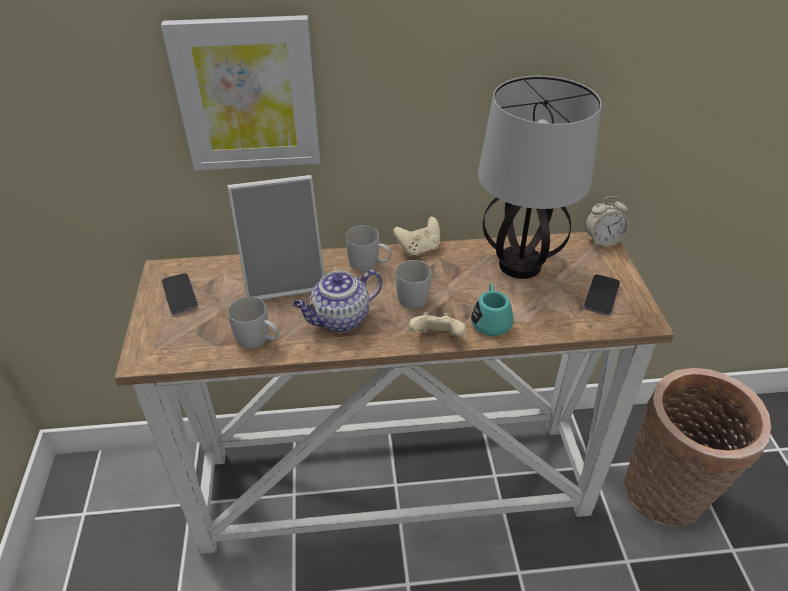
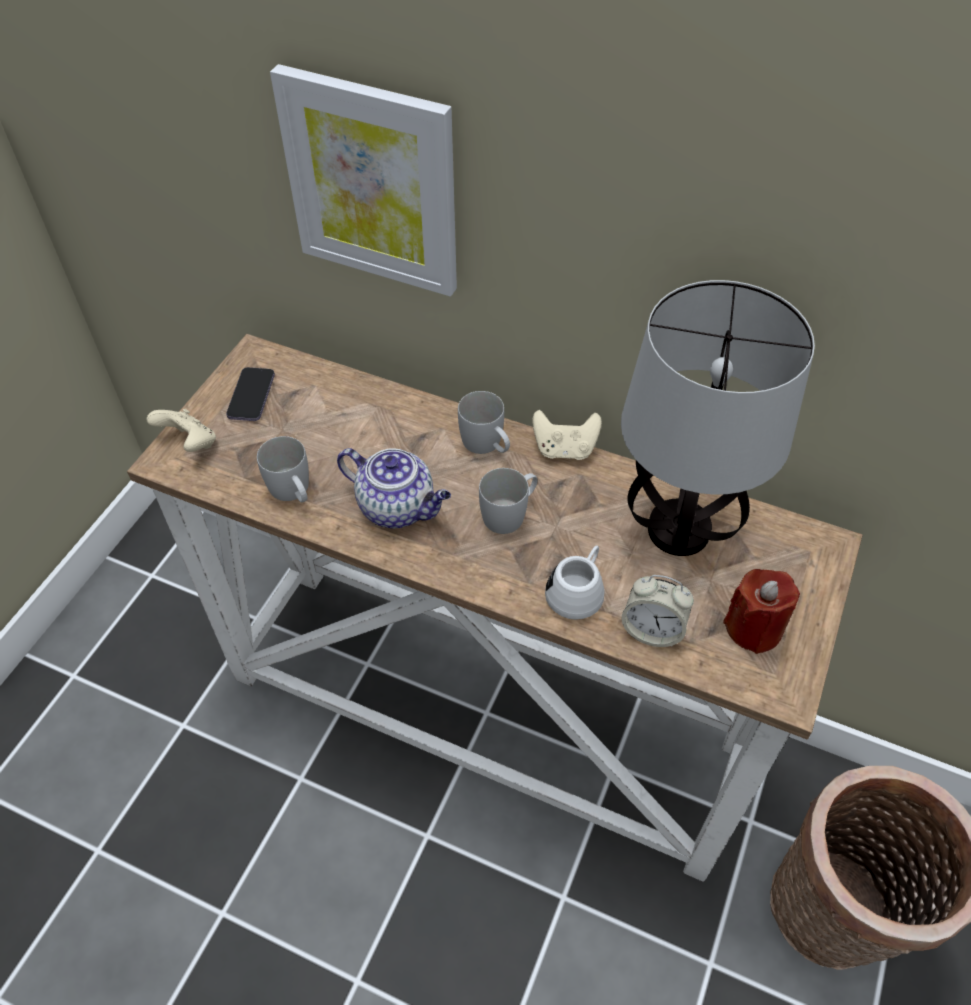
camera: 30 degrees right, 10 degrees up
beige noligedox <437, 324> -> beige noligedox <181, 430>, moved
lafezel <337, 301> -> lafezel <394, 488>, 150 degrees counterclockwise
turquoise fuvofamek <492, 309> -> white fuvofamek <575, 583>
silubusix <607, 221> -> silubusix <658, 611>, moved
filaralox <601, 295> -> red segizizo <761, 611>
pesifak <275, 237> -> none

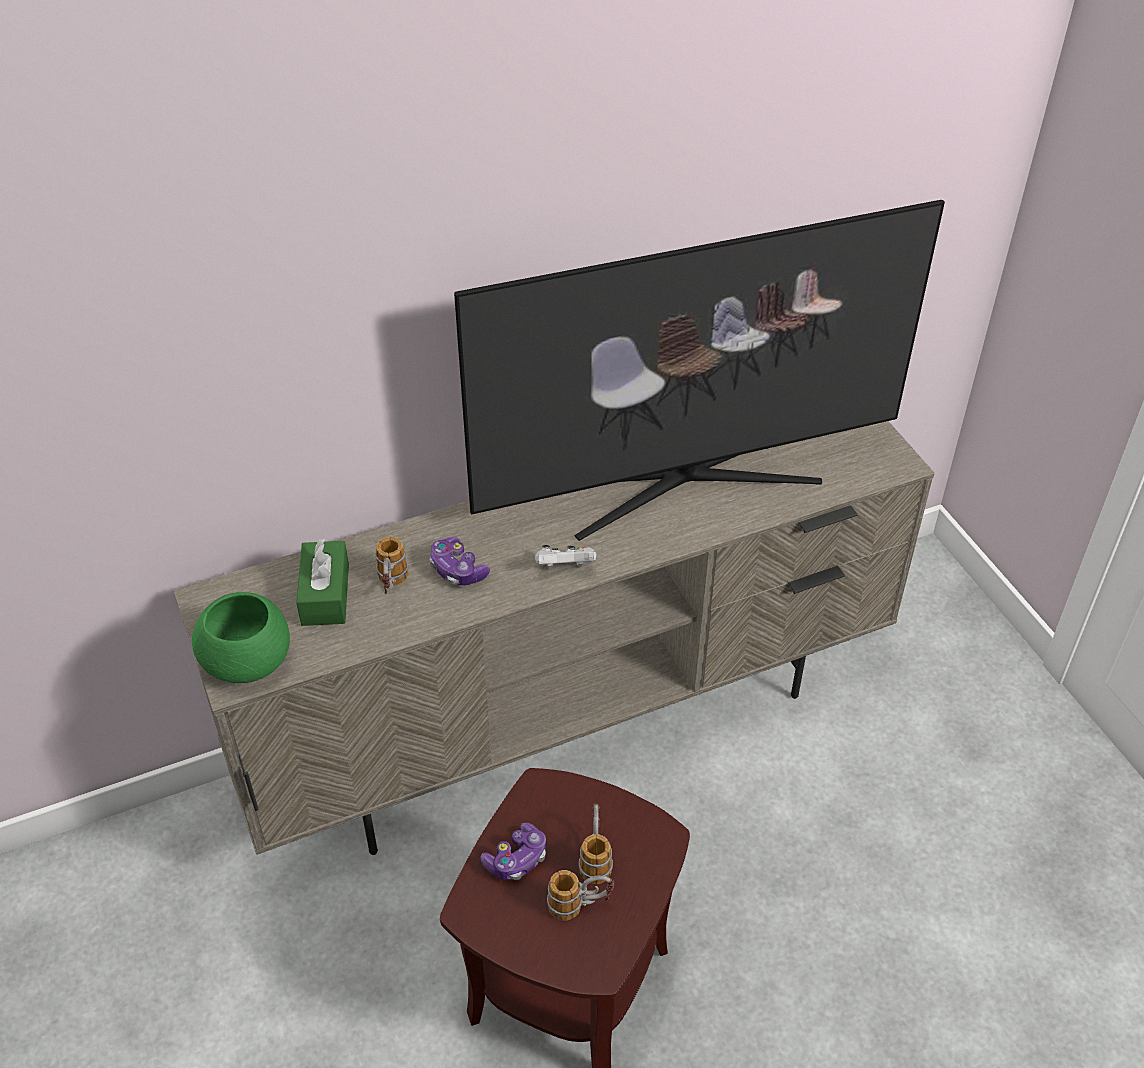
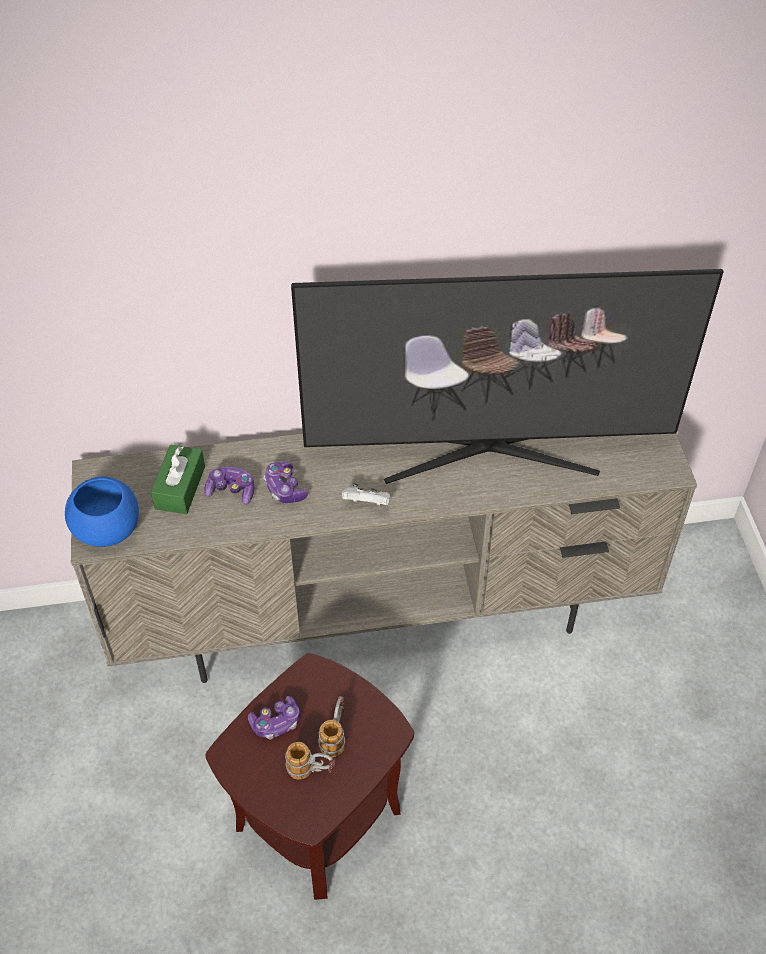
camera: 15 degrees right, 5 degrees up
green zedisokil <241, 637> -> blue zedisokil <102, 512>
fuvofamek <391, 565> -> noligedox <229, 486>

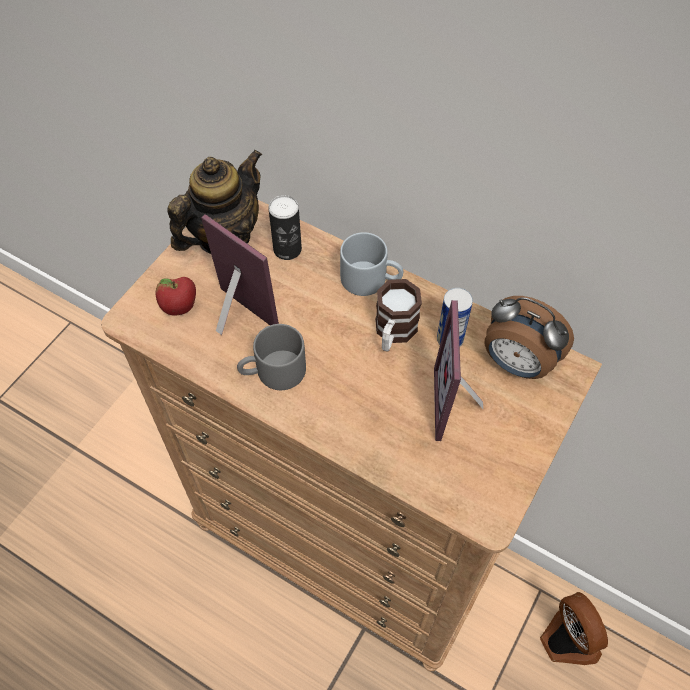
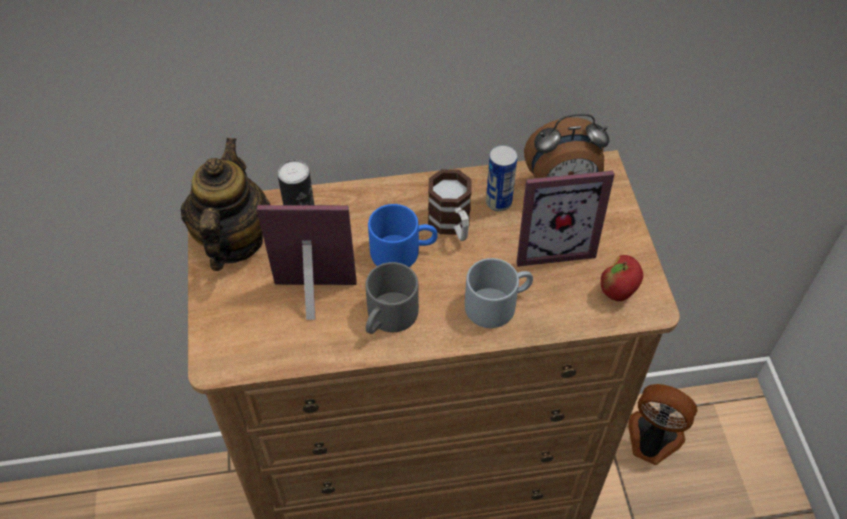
camera: 40 degrees left, 5 degrees down
none -> blue fuvofamek <403, 235>
grey fuvofamek <371, 264> -> grey fuvofamek <499, 293>, moved
pesifak <458, 370> -> pesifak <565, 219>, 60 degrees counterclockwise
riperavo <176, 296> -> riperavo <622, 278>, moved

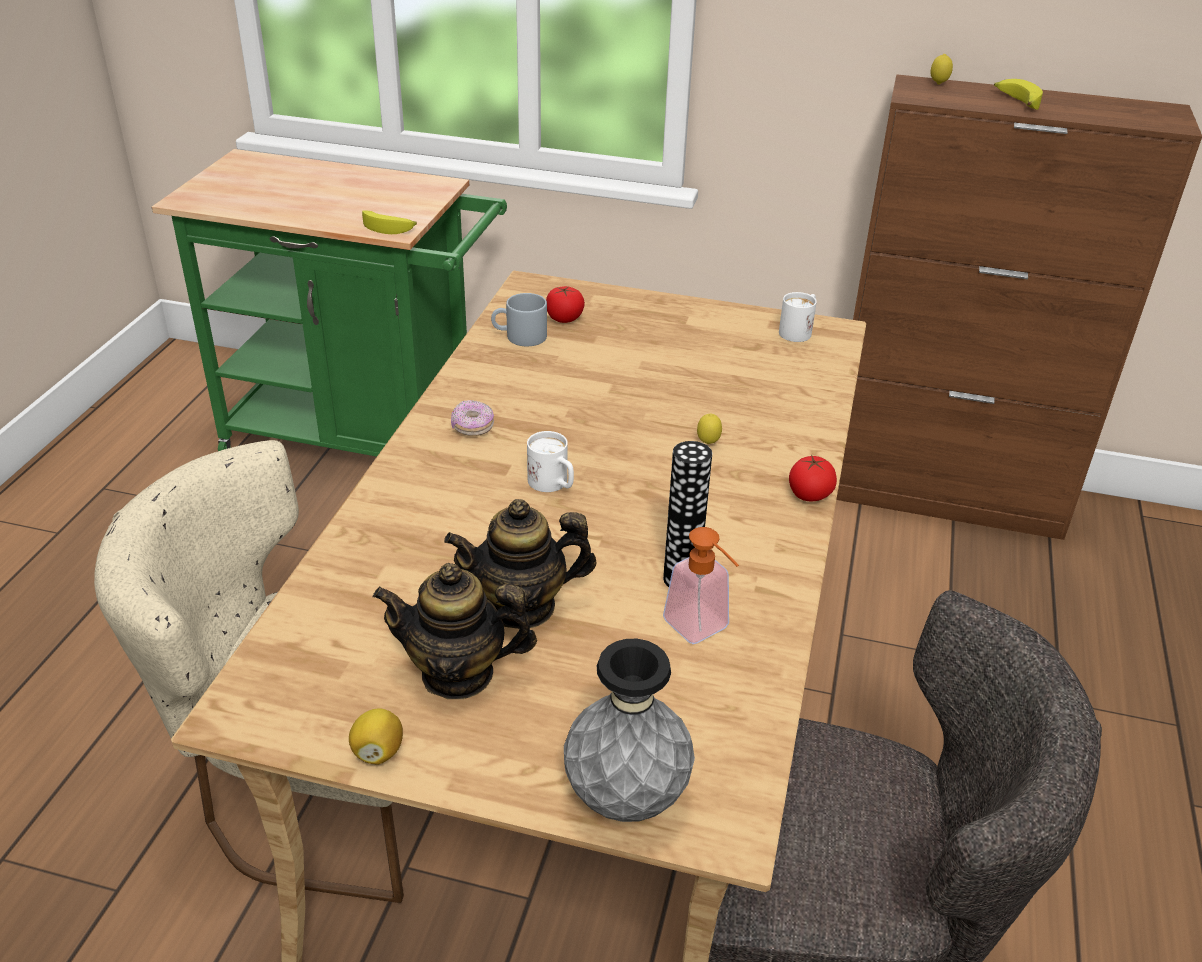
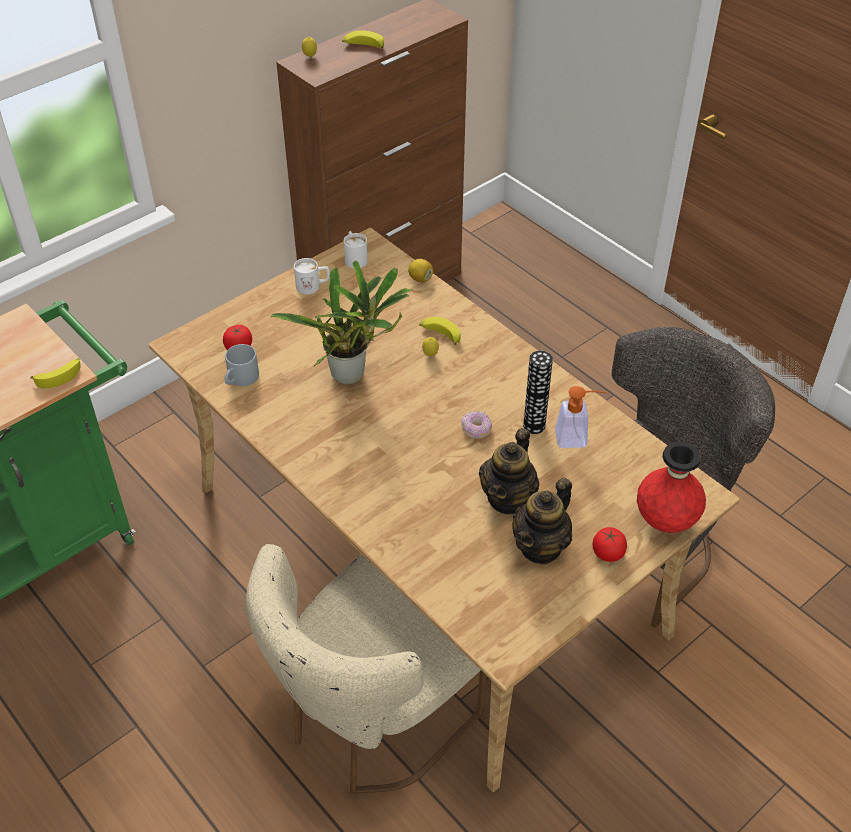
camera: 55 degrees left, 10 degrees up
none -> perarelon <342, 323>
white fuvofamek <550, 461> -> white fuvofamek <312, 276>, moved
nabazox <376, 736> -> nabazox <420, 270>, moved
none -> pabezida <440, 331>
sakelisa <472, 418> -> sakelisa <476, 425>, moved
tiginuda <813, 478> -> tiginuda <609, 544>, moved
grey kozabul <629, 730> -> red kozabul <671, 487>

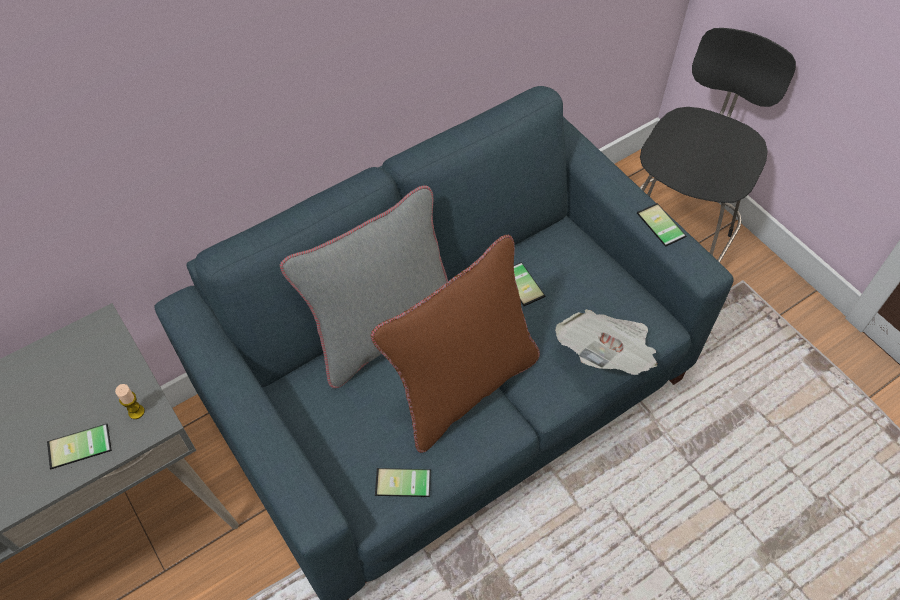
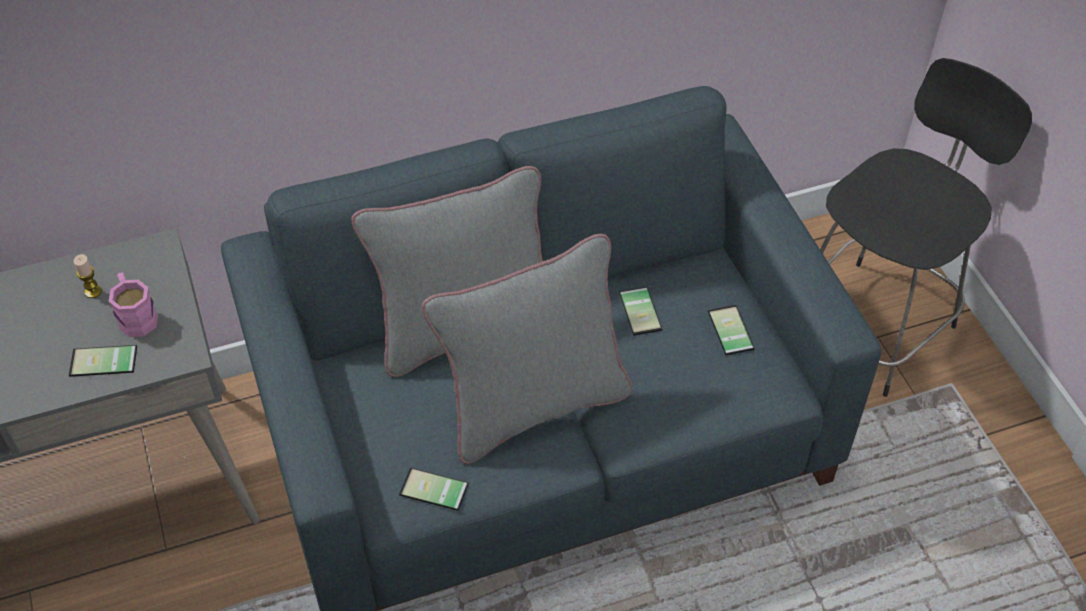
camera: 15 degrees right, 5 degrees down
segizizo <130, 401> -> segizizo <87, 276>, moved
none -> pink fuvofamek <133, 304>
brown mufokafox <455, 344> -> grey mufokafox <526, 349>
filaralox <661, 225> -> filaralox <731, 330>, moved
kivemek <606, 342> -> none

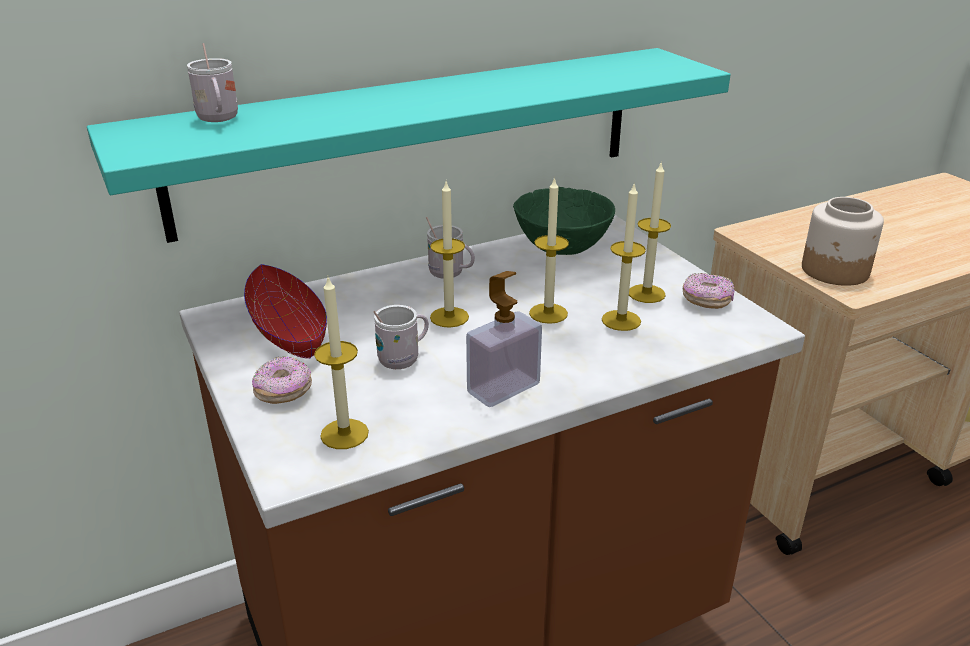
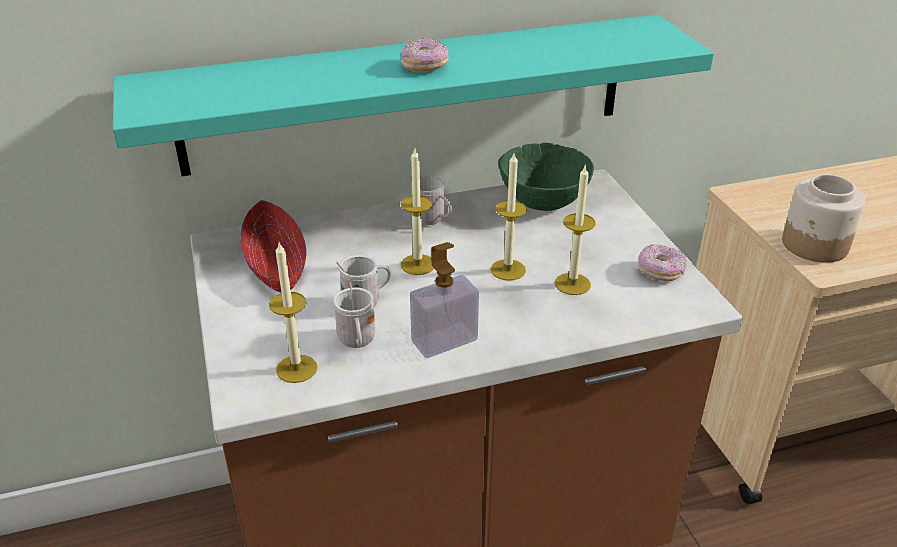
camera: 10 degrees right, 5 degrees up
white fuvofamek <212, 82> -> white fuvofamek <354, 311>, moved
sakelisa <282, 380> -> sakelisa <425, 54>, moved
segizizo <650, 233> -> none

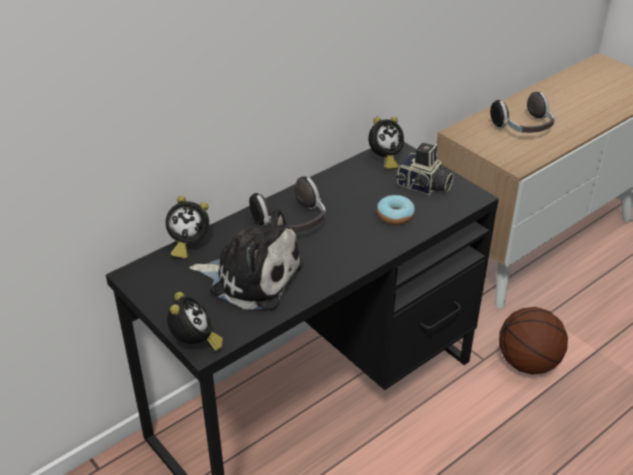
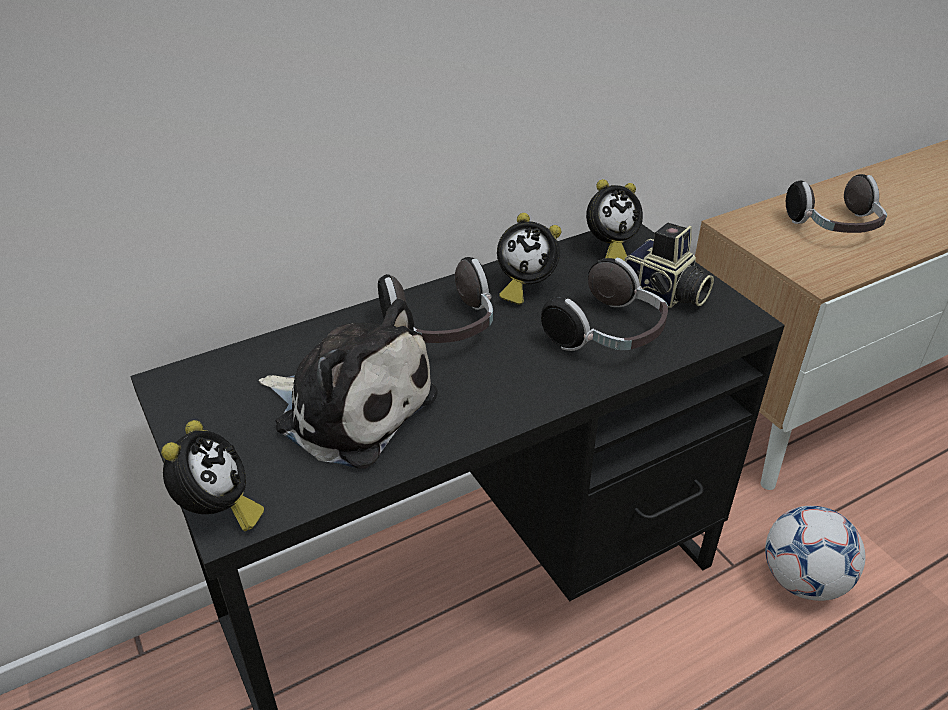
camera: 10 degrees right, 0 degrees up
silubusix <187, 227> -> silubusix <529, 259>, moved
sakelisa <396, 210> -> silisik <604, 304>
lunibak <533, 340> -> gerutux <815, 553>

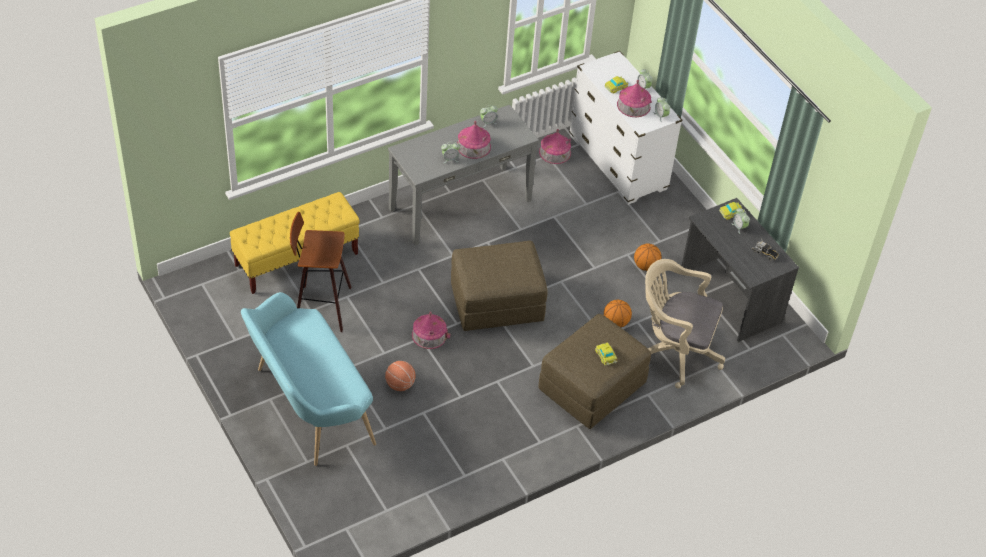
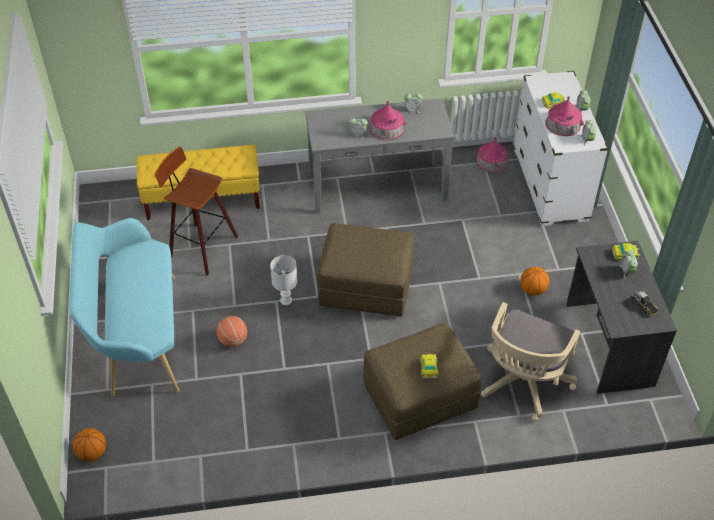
camera: 25 degrees right, 0 degrees up
lunibak <618, 313> -> lunibak <89, 444>, moved
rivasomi <431, 330> -> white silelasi <283, 280>
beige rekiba <685, 324> -> beige rekiba <530, 361>, 105 degrees counterclockwise

